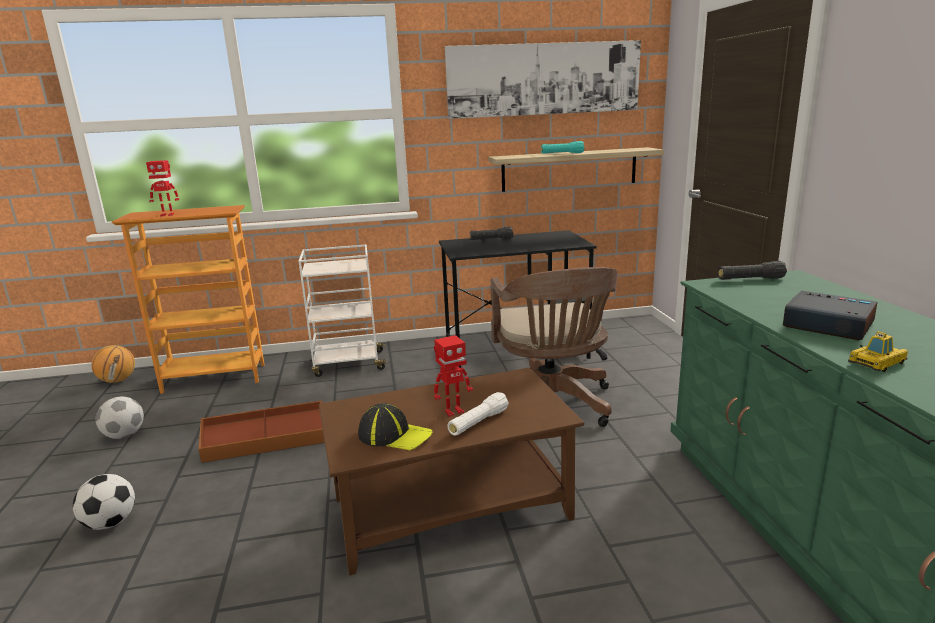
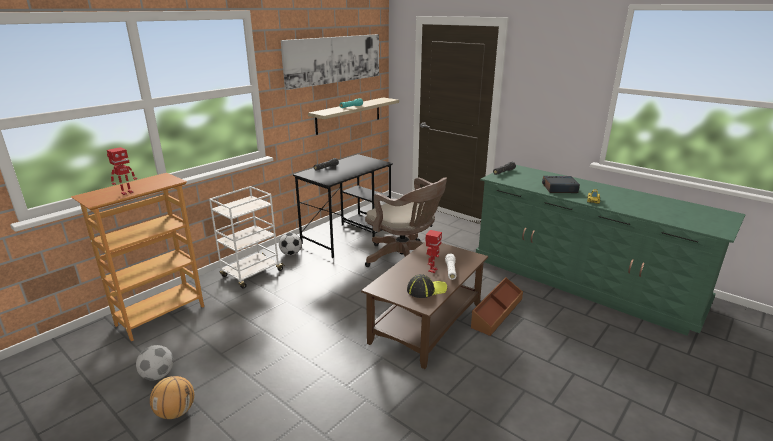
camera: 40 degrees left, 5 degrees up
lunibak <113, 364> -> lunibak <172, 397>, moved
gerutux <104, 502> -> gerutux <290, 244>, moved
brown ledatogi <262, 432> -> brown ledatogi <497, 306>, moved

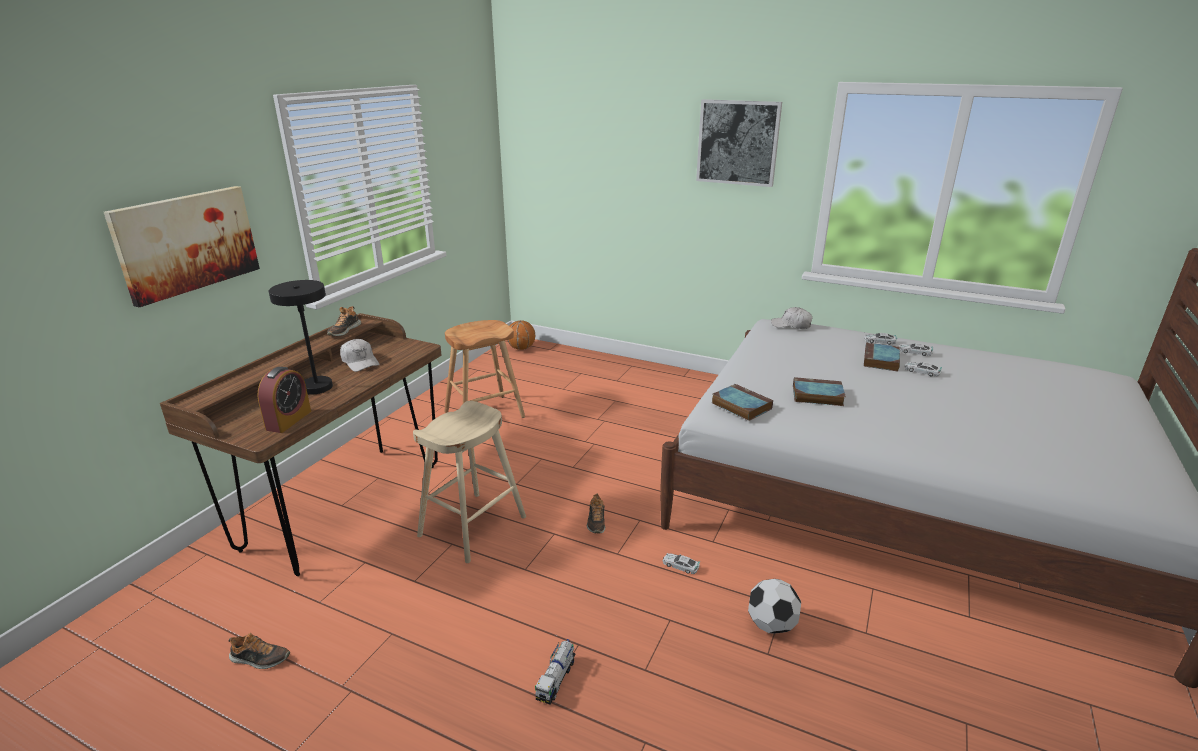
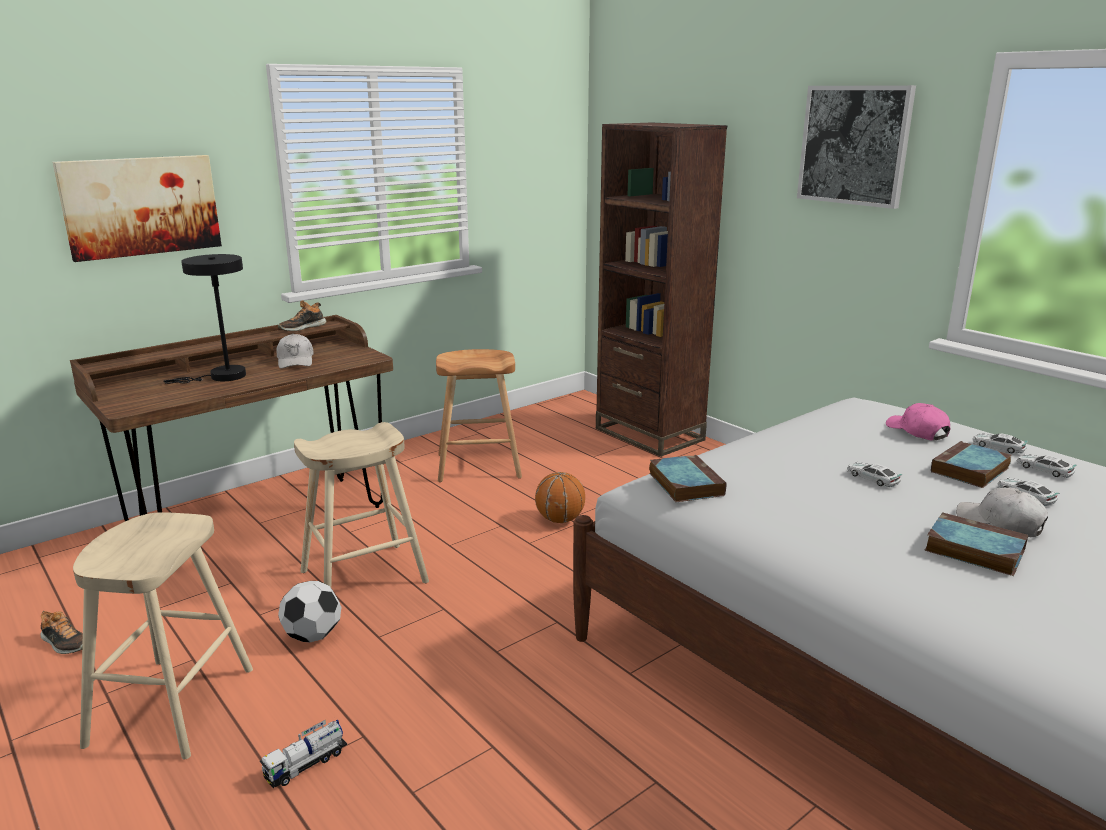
camera: 25 degrees right, 5 degrees down
none -> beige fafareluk <163, 635>
gerutux <774, 606> -> gerutux <309, 611>, moved
lunibak <521, 335> -> lunibak <560, 497>, moved
none -> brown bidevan <661, 290>
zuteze <681, 563> -> zuteze <875, 474>, moved
none -> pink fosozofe <918, 422>
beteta <819, 391> -> beteta <976, 544>, moved
white fosozofe <791, 318> -> white fosozofe <1002, 512>, moved
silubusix <284, 400> -> none
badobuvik <596, 514> -> none

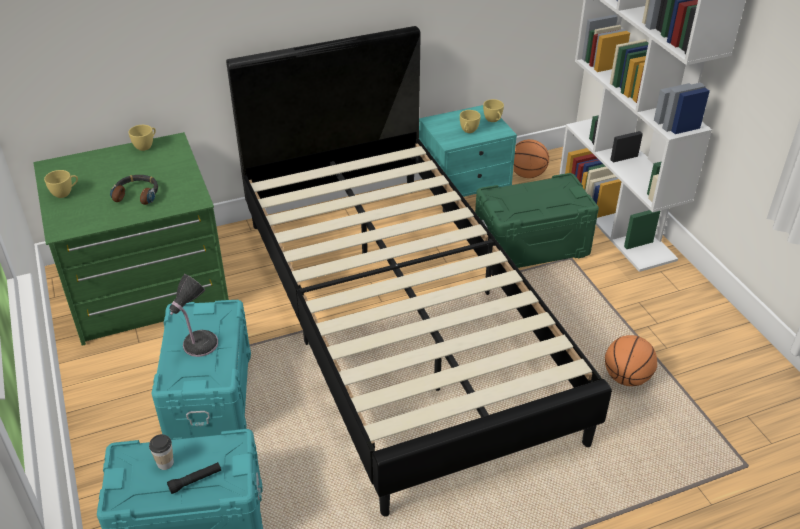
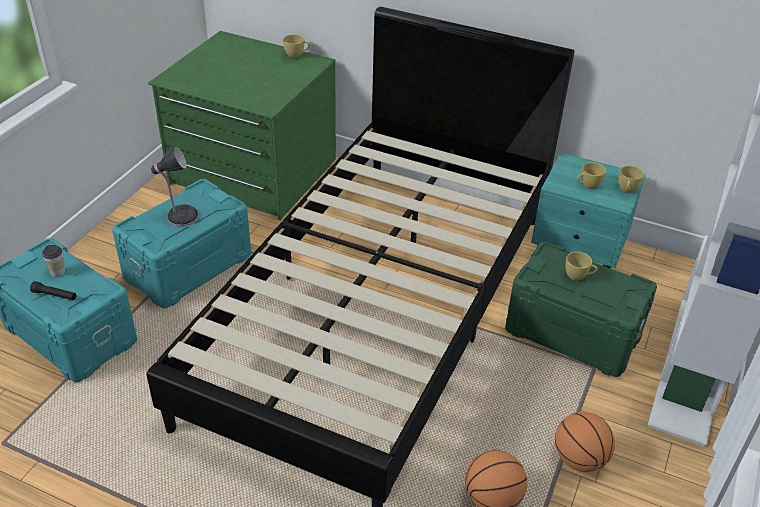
camera: 45 degrees right, 0 degrees up
lunibak <531, 158> -> lunibak <585, 442>, moved
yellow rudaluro <61, 184> -> yellow rudaluro <581, 266>, moved
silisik <134, 190> -> none

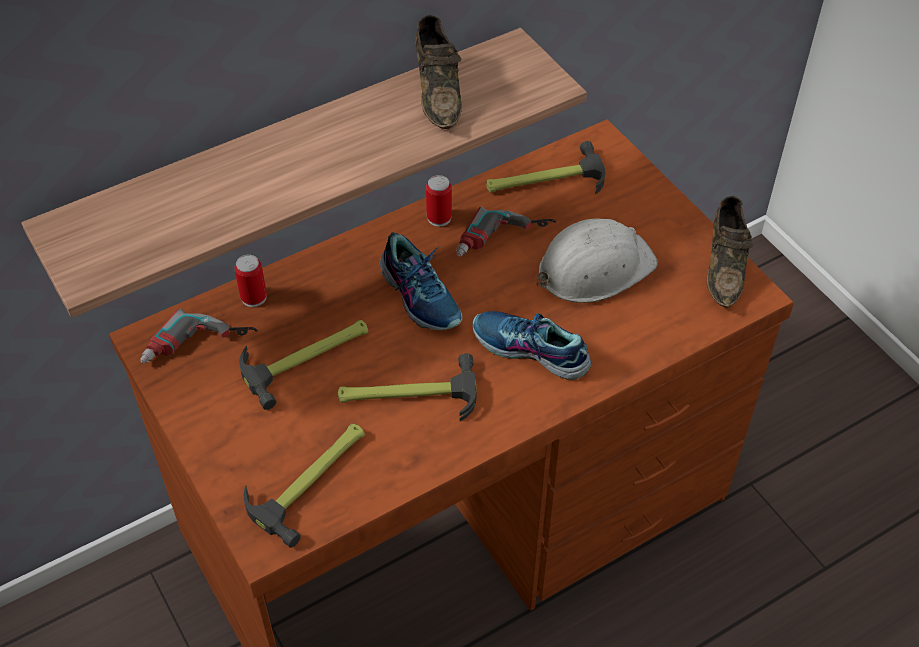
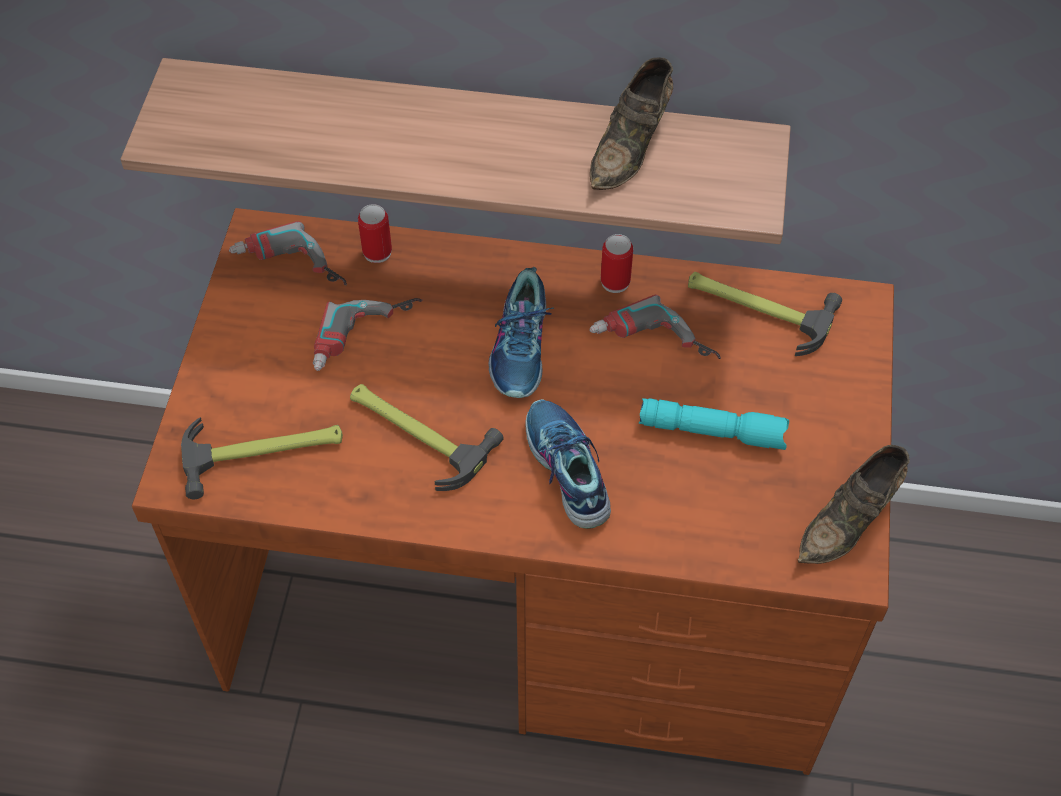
camera: 40 degrees right, 5 degrees up
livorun <303, 365> -> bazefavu <367, 334>
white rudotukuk <597, 260> -> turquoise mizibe <714, 424>

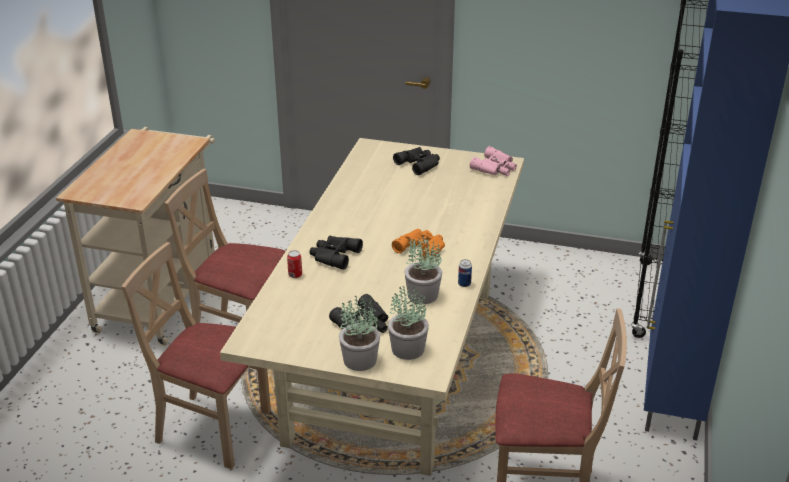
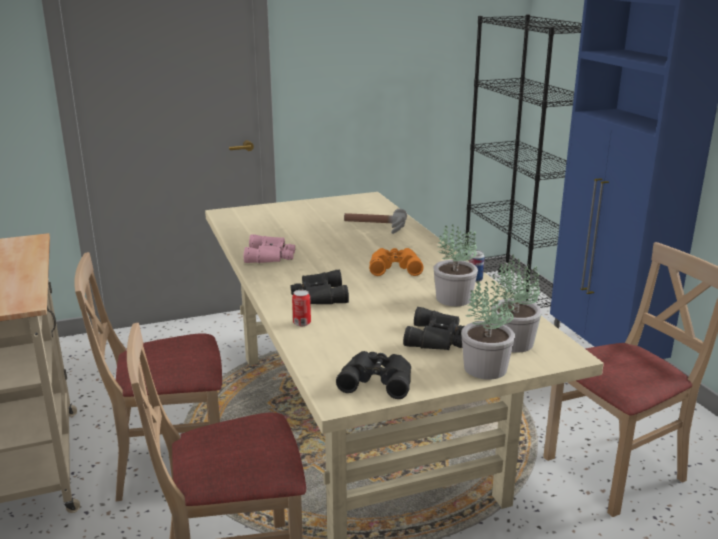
camera: 35 degrees left, 10 degrees down
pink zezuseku <493, 161> -> pink zezuseku <269, 248>, moved
black zezuseku <416, 161> -> black zezuseku <373, 375>, moved
none -> livorun <375, 221>

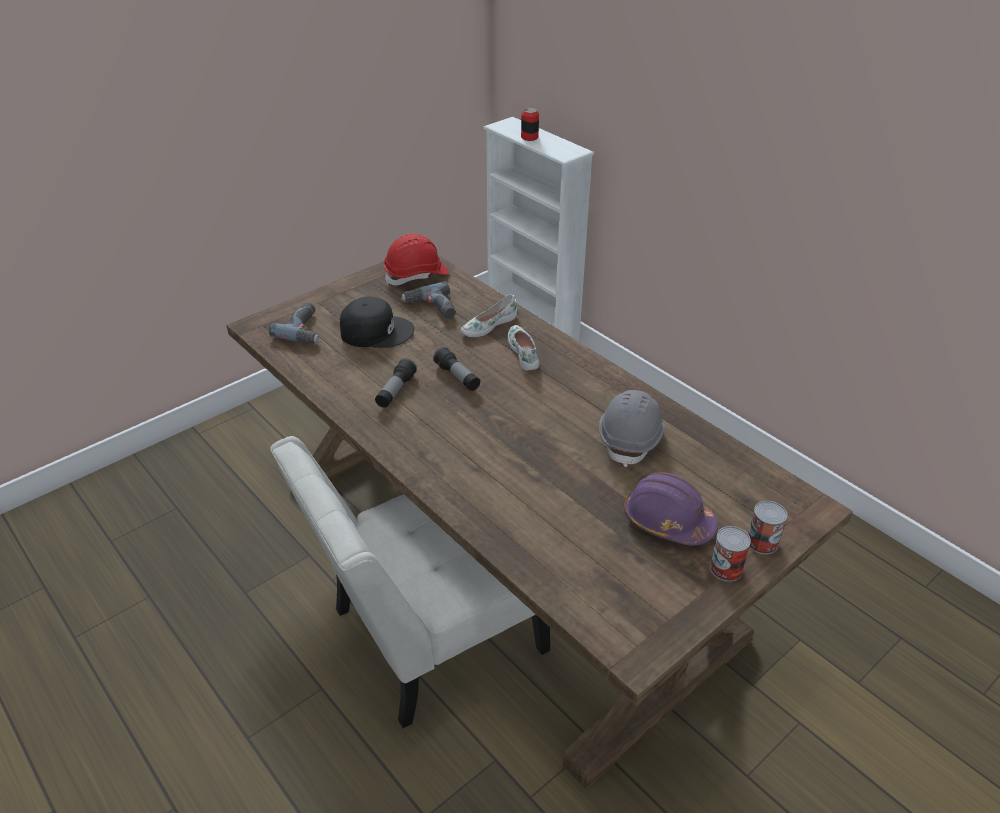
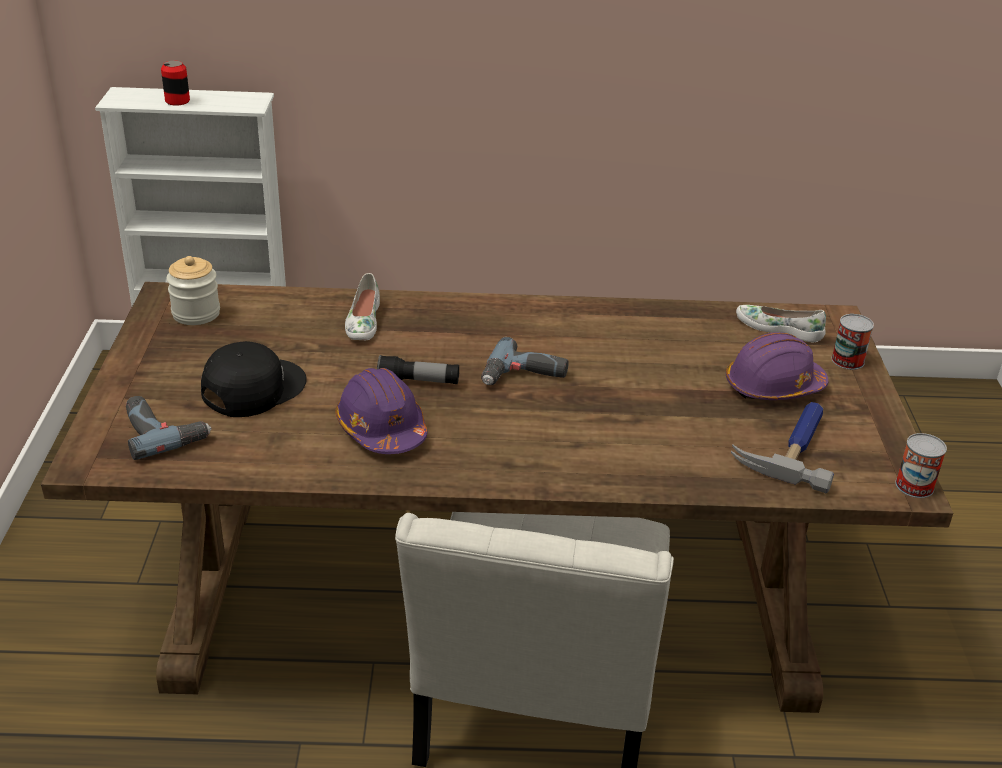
camera: 50 degrees left, 5 degrees down
red rudotukuk <416, 259> -> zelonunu <193, 290>
mizibe <396, 383> -> purple rudotukuk <381, 411>
bazefavu <428, 300> -> bazefavu <525, 361>, moved
none -> livorun <782, 447>
white badobuvik <524, 347> -> white badobuvik <781, 323>, moved
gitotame <730, 554> -> gitotame <921, 465>, moved
grey rudotukuk <632, 428> -> none

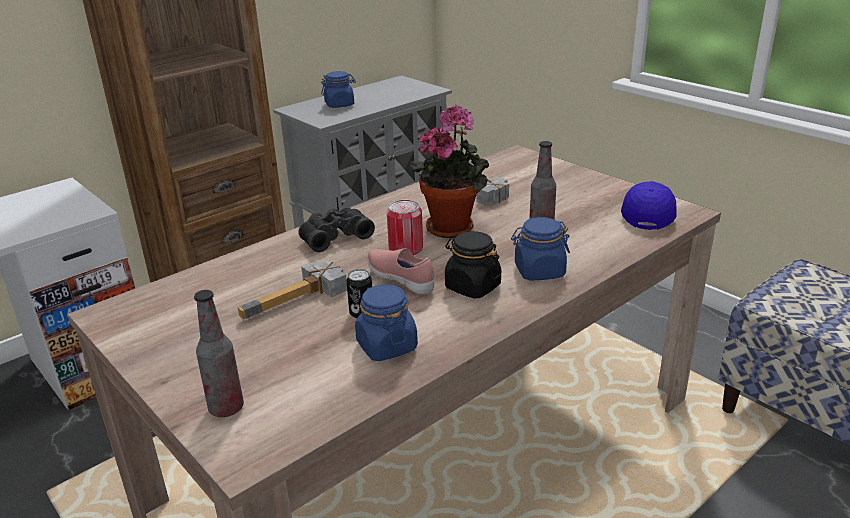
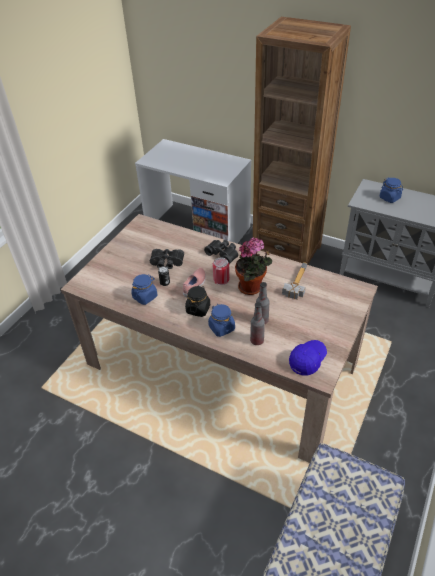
camera: 70 degrees right, 15 degrees up
livorun <292, 289> -> black zezuseku <167, 259>
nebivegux <219, 353> -> nebivegux <257, 323>, moved
blue fosozofe <648, 205> -> blue fosozofe <308, 357>, 45 degrees counterclockwise

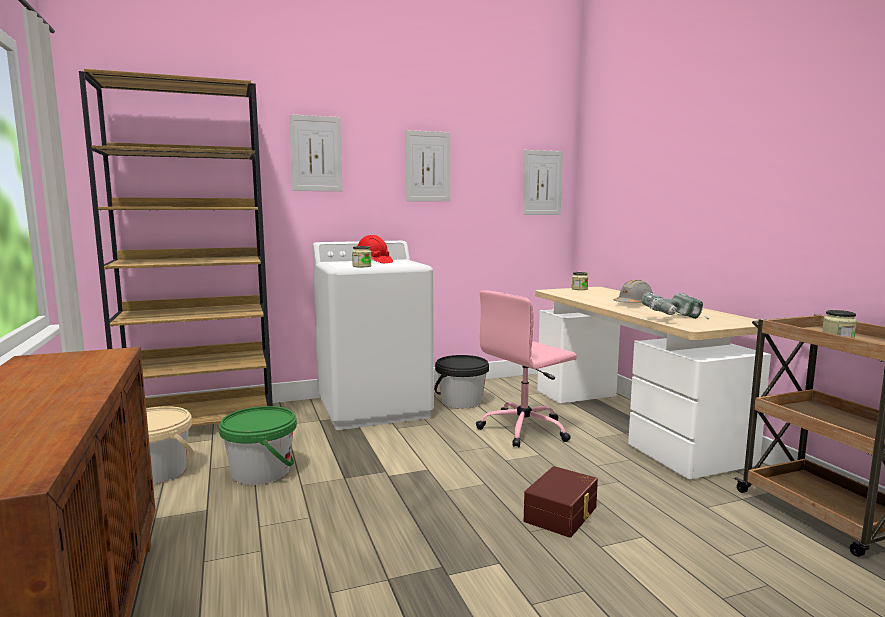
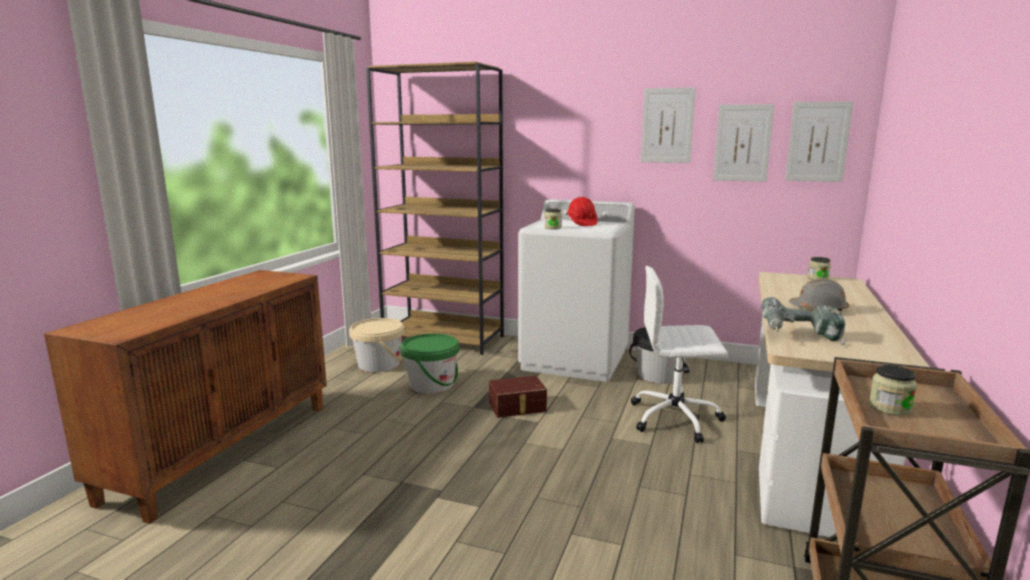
camera: 40 degrees right, 5 degrees up
brown ledatogi <561, 502> -> brown ledatogi <518, 397>, moved
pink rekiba <526, 369> -> white rekiba <679, 354>
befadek <316, 152> -> befadek <743, 143>, moved

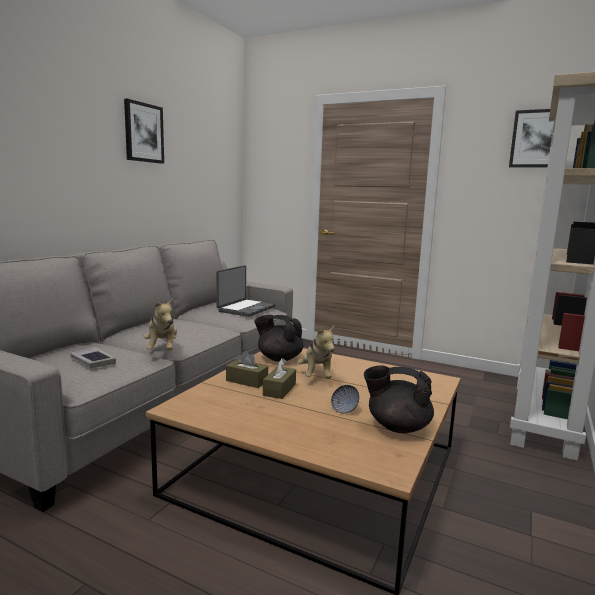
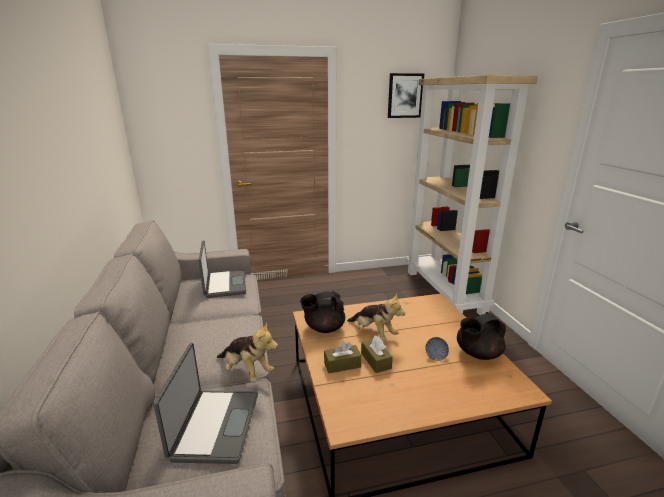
camera: 40 degrees left, 10 degrees up
beteta <93, 357> -> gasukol <205, 403>
befadek <144, 131> -> none

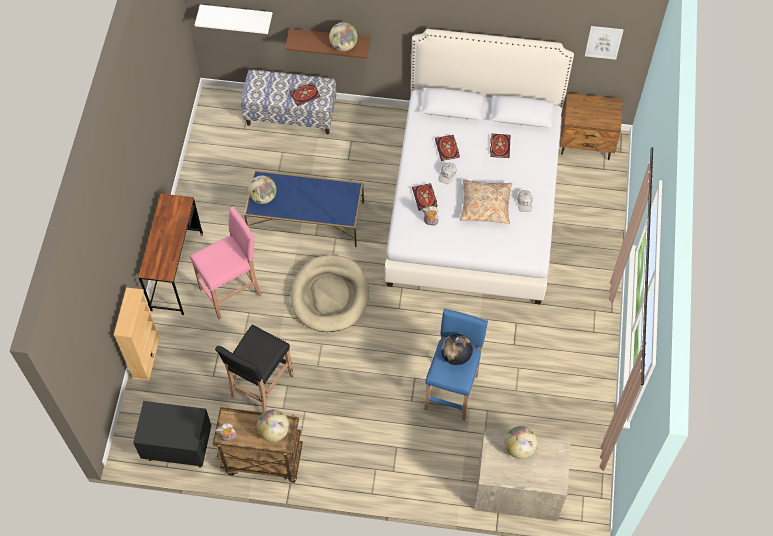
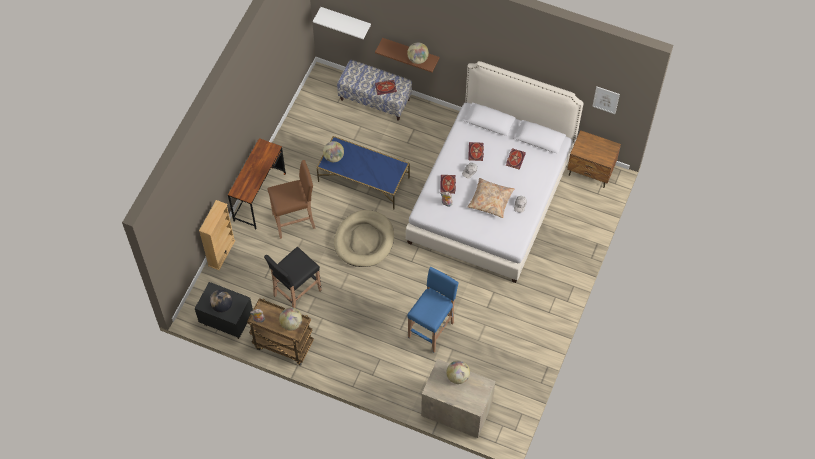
camera: 15 degrees right, 0 degrees up
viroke <457, 349> -> viroke <221, 301>, moved
pink fafareluk <226, 263> -> brown fafareluk <291, 199>

